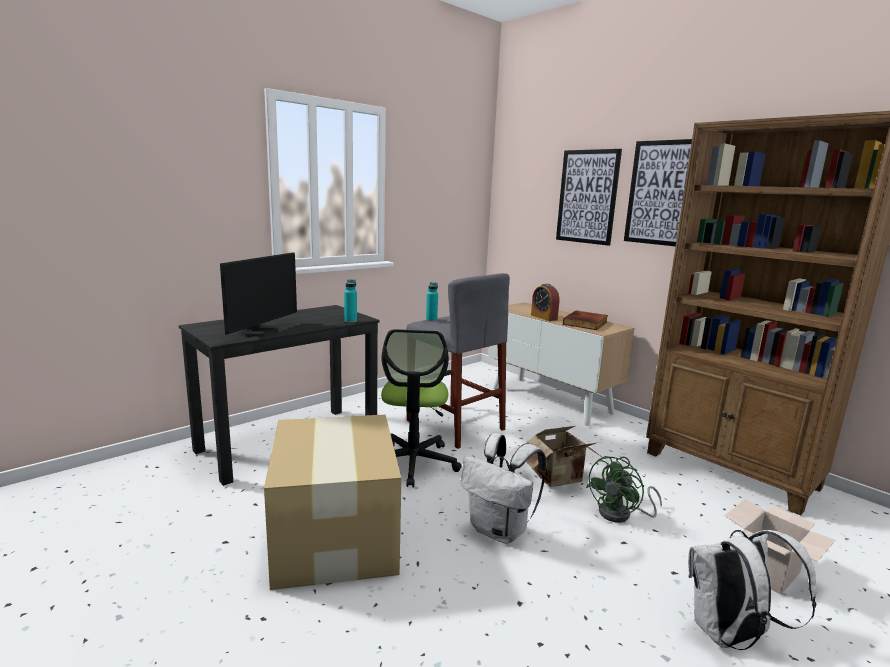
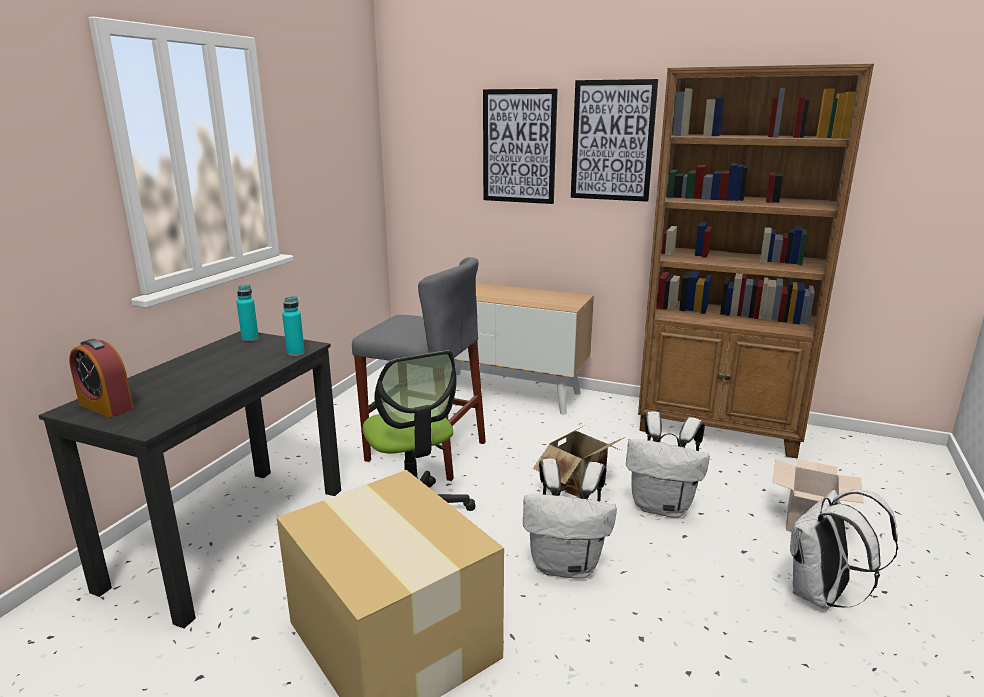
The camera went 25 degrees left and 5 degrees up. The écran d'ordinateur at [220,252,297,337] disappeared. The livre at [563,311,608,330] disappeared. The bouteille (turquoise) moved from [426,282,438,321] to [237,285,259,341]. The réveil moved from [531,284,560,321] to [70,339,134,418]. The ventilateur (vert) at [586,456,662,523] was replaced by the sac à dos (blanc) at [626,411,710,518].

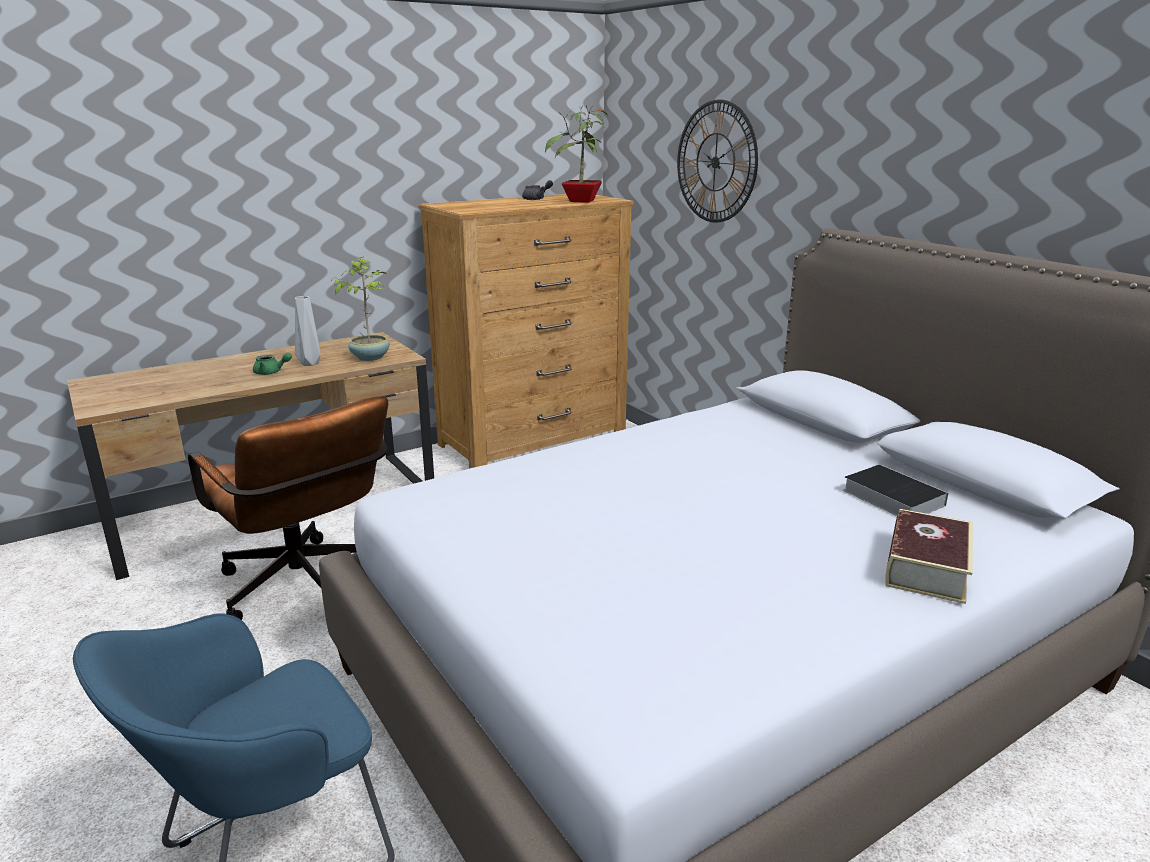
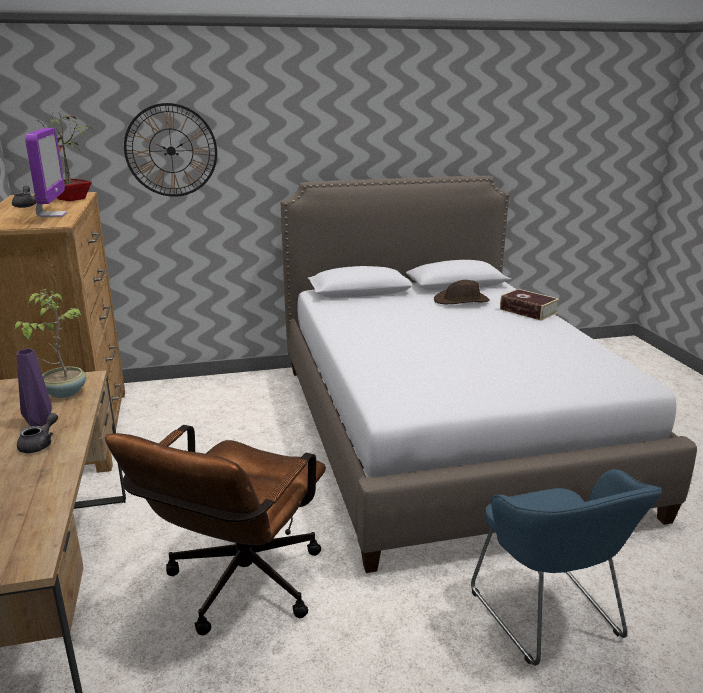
The camera went 70 degrees left and 0 degrees up. The écran d'ordinateur at [25,128,67,217] appeared. The livre at [843,464,948,516] was replaced by the chapeau (marron) at [434,280,490,304]. The théière (vert) at [253,352,292,375] became the théière (gris) at [17,413,58,453]. The vase (gris) at [295,296,320,366] became the vase (violet) at [17,348,52,427]. The chaise de bureau (marron) at [188,396,388,620] turned 135 degrees clockwise.

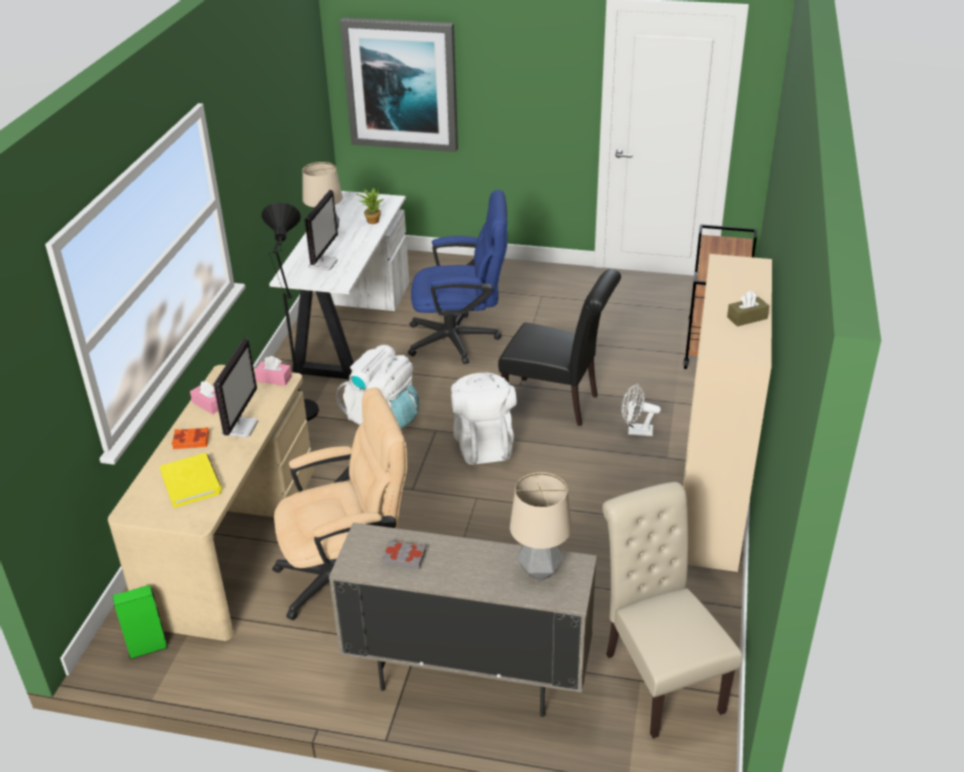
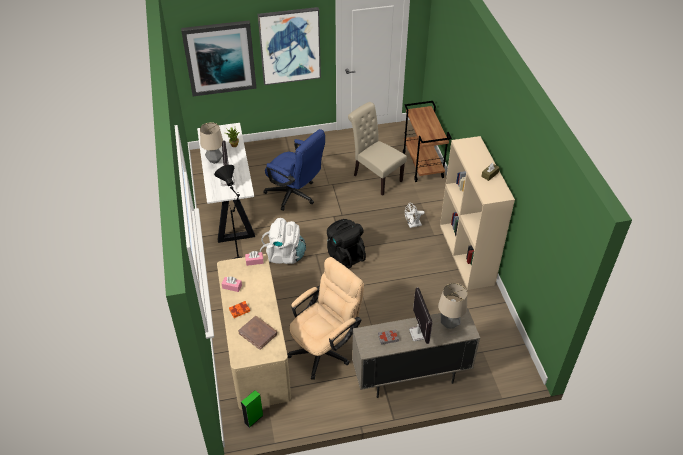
The camera went 25 degrees left and 10 degrees up. The chaise (noir) at [498,269,621,426] disappeared. The tableau at [258,7,321,85] appeared. The écran d'ordinateur moved from [214,338,258,438] to [409,287,433,344]. The chaise (beige) moved from [602,482,742,739] to [348,102,407,196]. The livre (jaune) at [159,453,222,508] became the livre (marron) at [238,316,277,350]. The sac à dos (blanc) at [451,373,516,465] became the sac à dos (noir) at [327,219,366,268]. The chaise de bureau (bleu) at [408,190,507,364] turned 60 degrees clockwise.

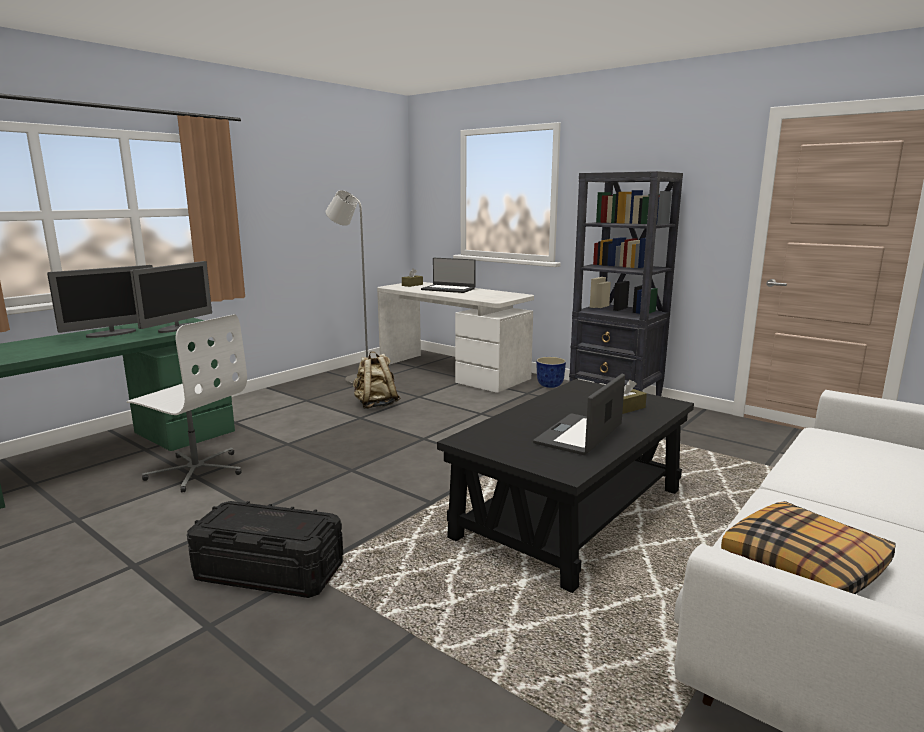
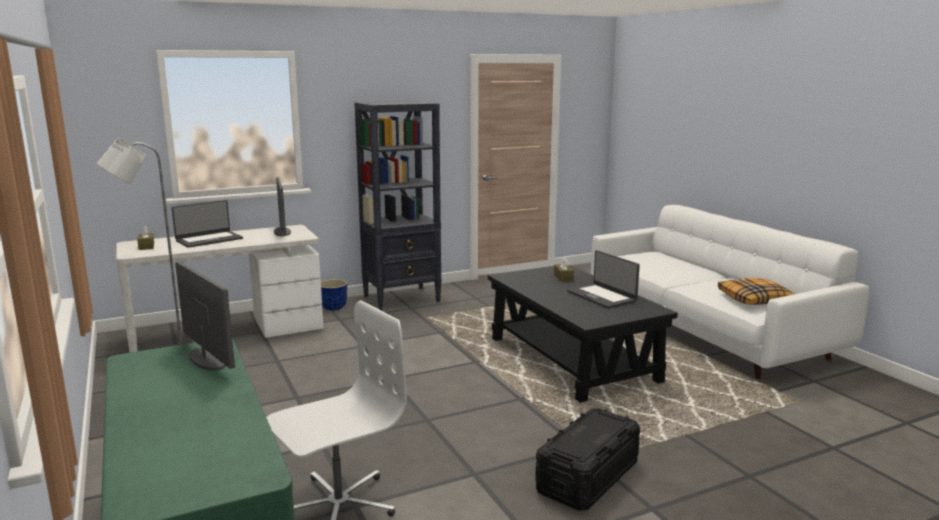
The camera went 65 degrees left and 0 degrees up. The sac à dos (beige) at [353,351,400,409] disappeared. The écran d'ordinateur moved from [47,265,153,338] to [274,177,291,236].

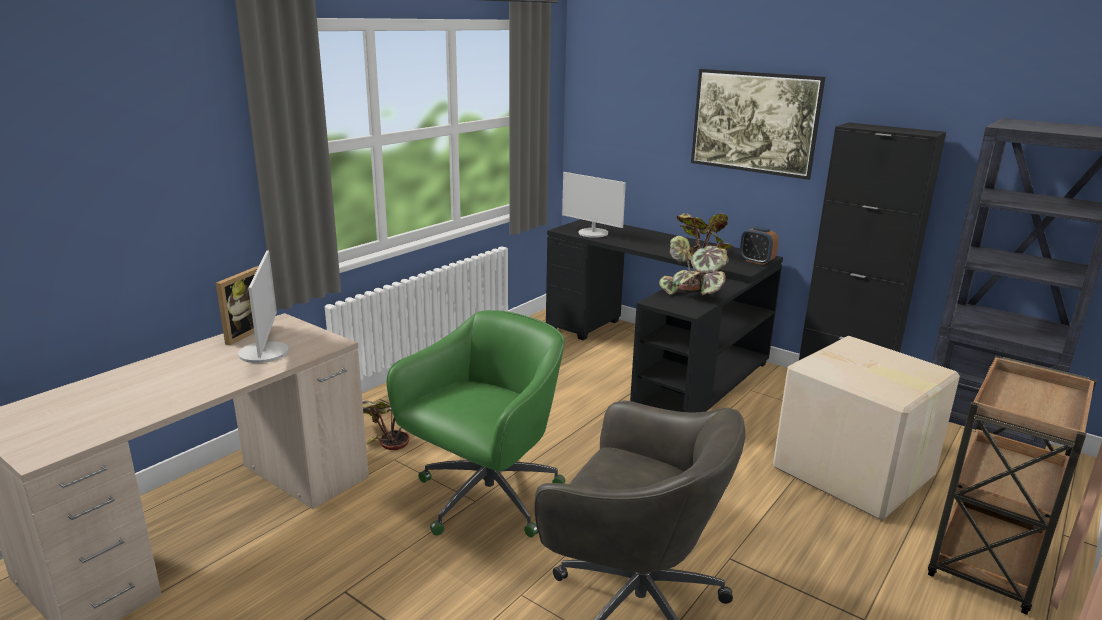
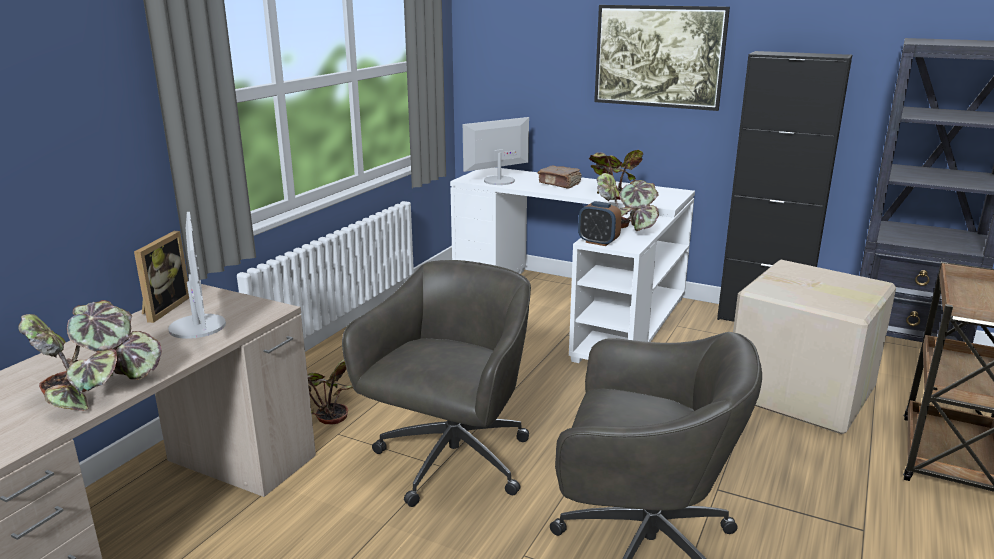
The camera went 10 degrees left and 0 degrees up. The plante en pot at [18,300,161,411] appeared. The livre (marron) at [538,166,582,189] appeared. The réveil moved from [740,226,779,265] to [578,201,622,246]. The chaise de bureau (vert) at [387,310,565,537] became the chaise de bureau (gris) at [342,260,531,507]. The bureau (noir) at [546,219,783,412] became the bureau (blanc) at [450,167,695,363]. The écran d'ordinateur at [562,172,626,238] turned 120 degrees clockwise.

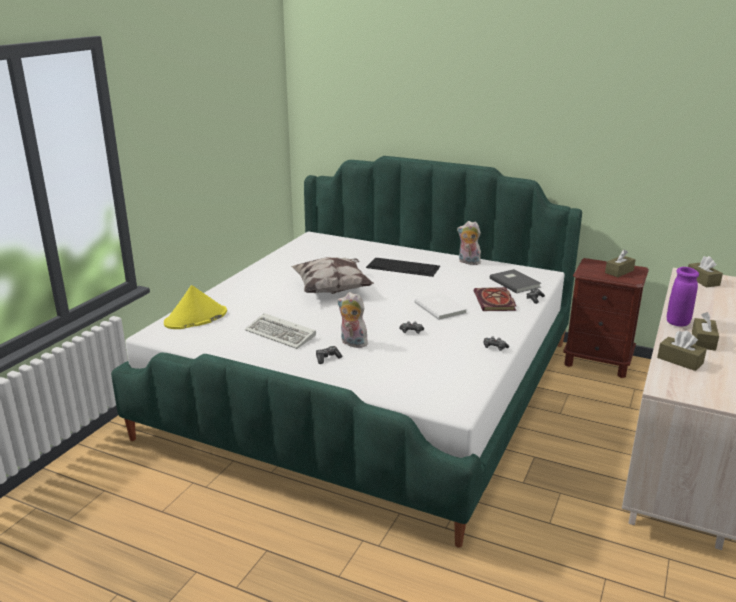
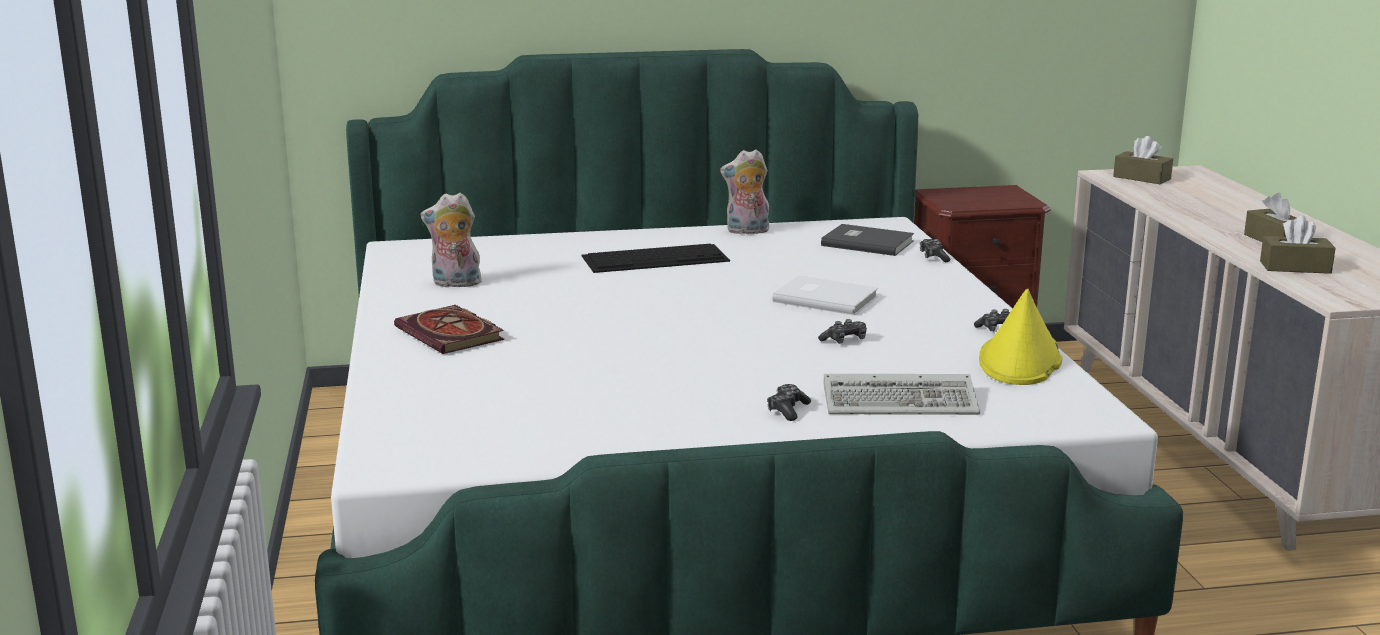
The camera went 35 degrees left and 5 degrees down. The coussin at [291,257,374,294] disappeared. The boîte à mouchoirs (marron) at [605,250,635,277] disappeared. The vase (violet) at [667,267,699,326] disappeared. The chapeau (jaune) moved from [164,285,227,329] to [979,289,1063,385]. The clavier moved from [245,313,316,349] to [824,374,980,415]. The peluche moved from [337,292,368,348] to [421,193,483,287]. The livre moved from [474,287,517,311] to [394,305,504,354].

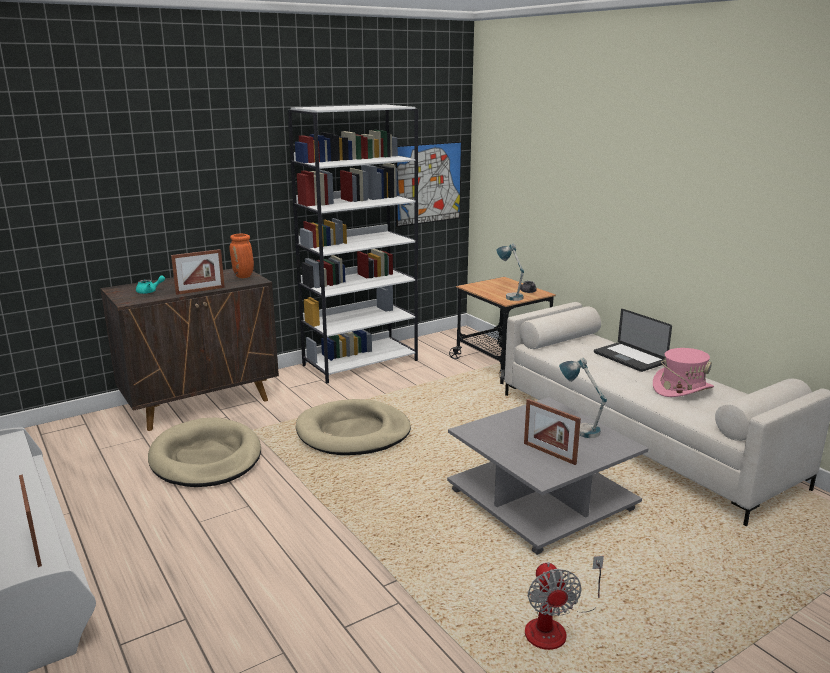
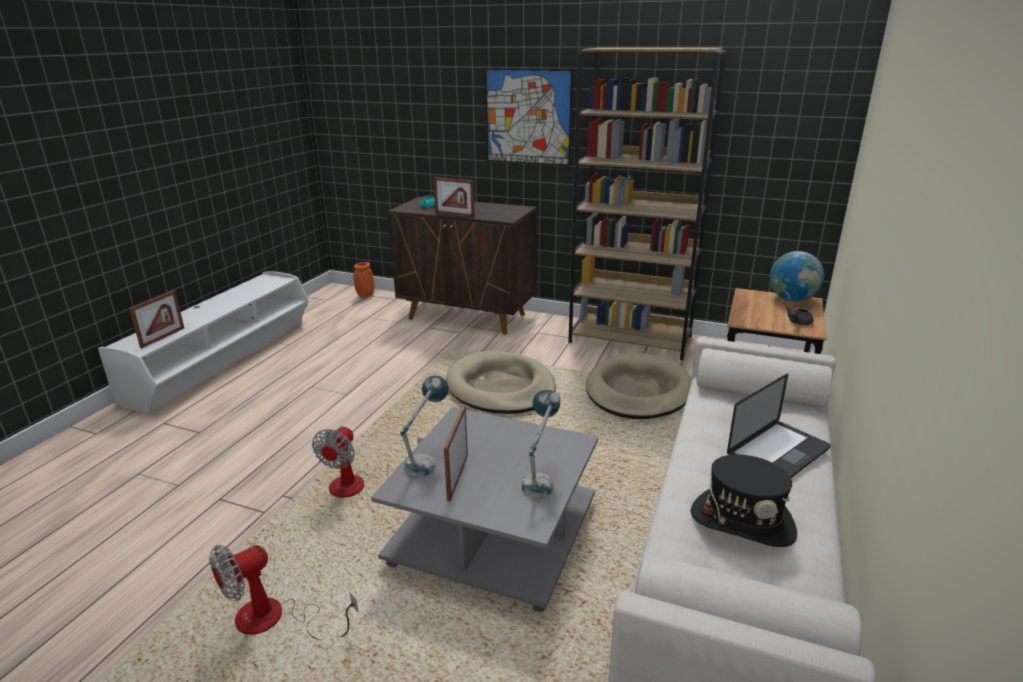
The camera went 55 degrees right and 5 degrees up. The ventilateur at [312,426,424,498] appeared. The globe at [770,251,824,302] appeared. The panier pour chien (beige) moved from [148,417,261,487] to [586,353,691,419]. The vase (orange) moved from [229,234,254,278] to [353,262,375,298]. The tableau moved from [395,141,462,227] to [485,68,573,166]. The lampe de table moved from [497,243,524,301] to [400,375,449,477]. The bibliothèque (blanc) at [288,105,418,384] became the bibliothèque (marron) at [568,47,726,360]. The chapeau (rose) at [653,348,714,397] became the chapeau (noir) at [691,454,797,547]. The ordinateur portable at [594,309,672,372] turned 150 degrees counterclockwise.

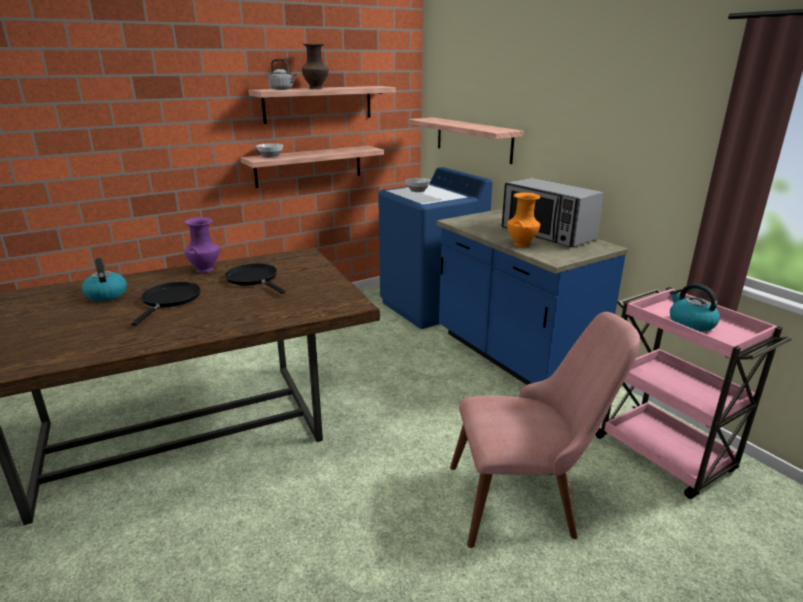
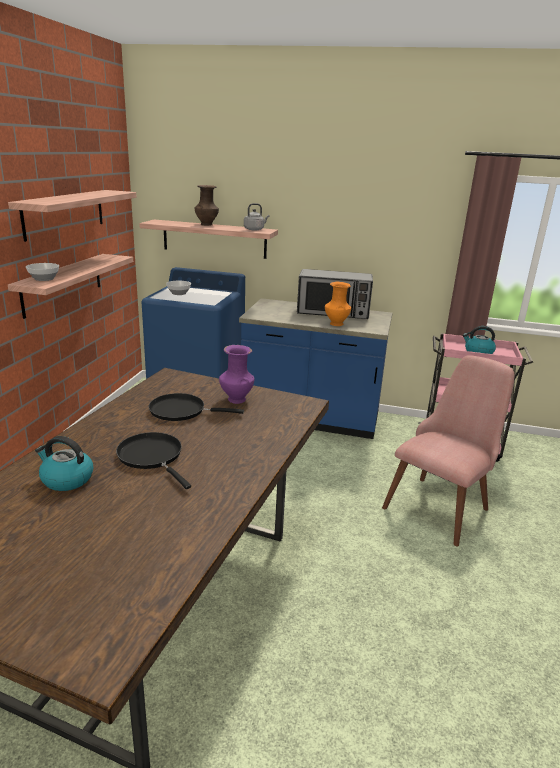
The camera went 45 degrees left and 0 degrees up. The vase (violet) moved from [184,217,220,273] to [219,345,254,404]. The bouilloire (gris) moved from [269,59,297,90] to [244,203,269,231]. The vase (marron) moved from [302,44,329,89] to [195,185,219,226].

